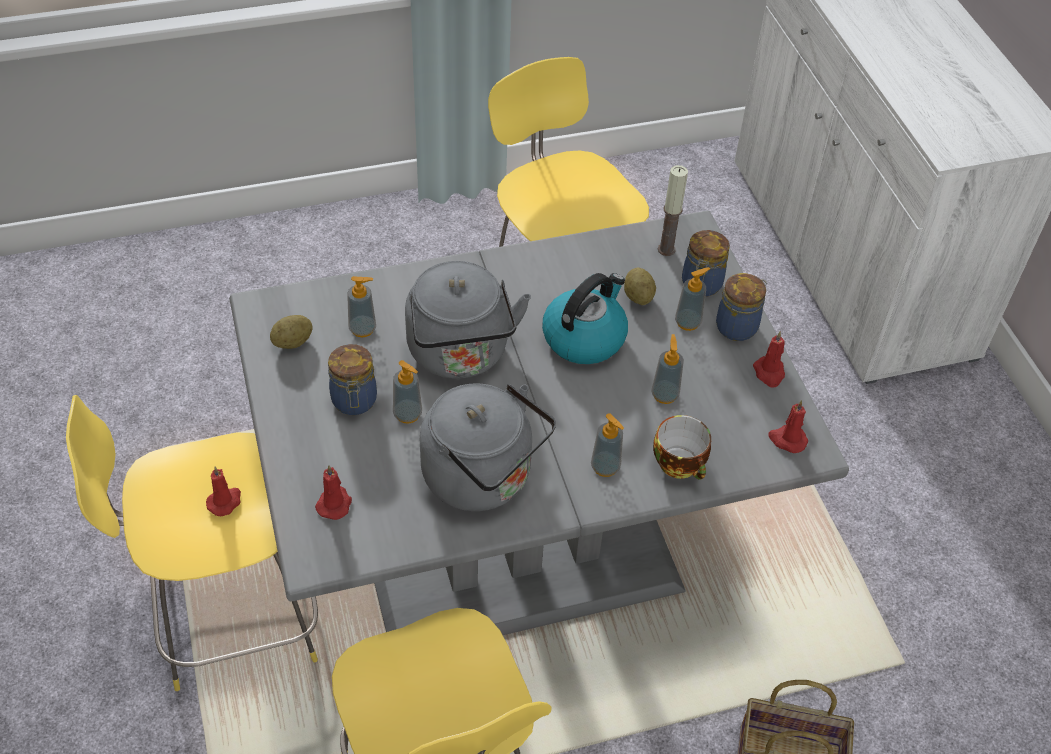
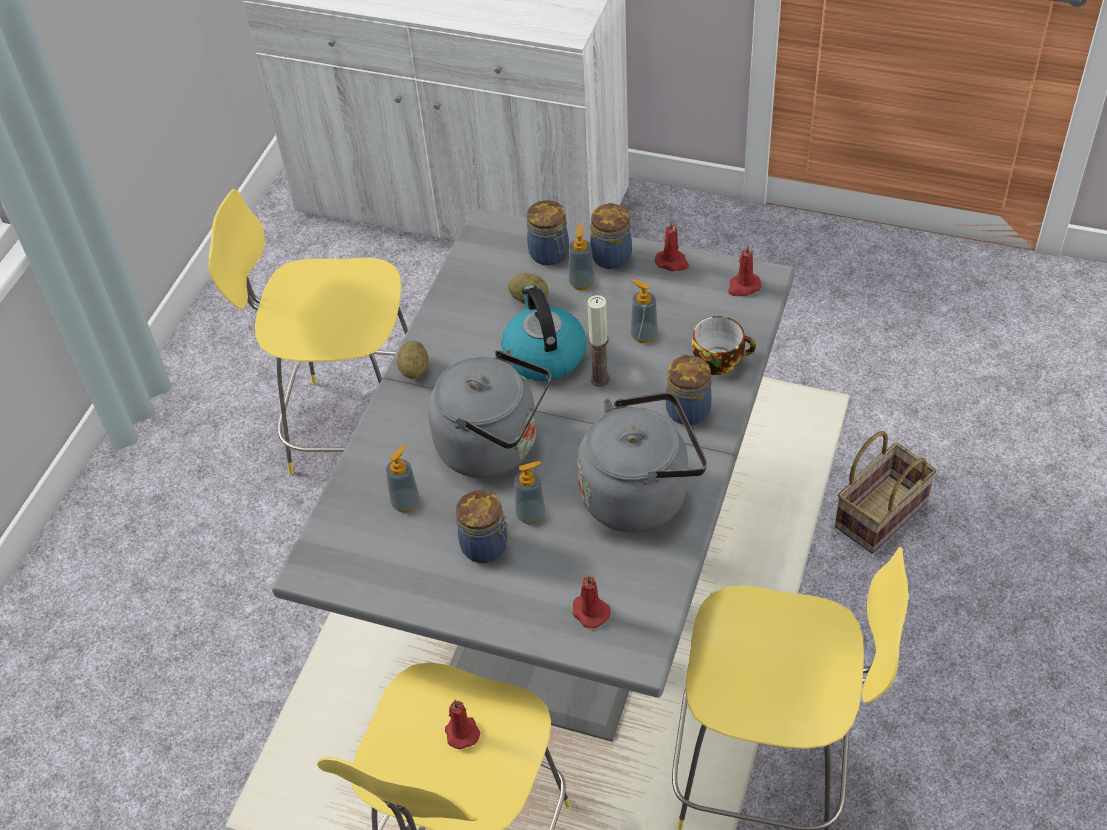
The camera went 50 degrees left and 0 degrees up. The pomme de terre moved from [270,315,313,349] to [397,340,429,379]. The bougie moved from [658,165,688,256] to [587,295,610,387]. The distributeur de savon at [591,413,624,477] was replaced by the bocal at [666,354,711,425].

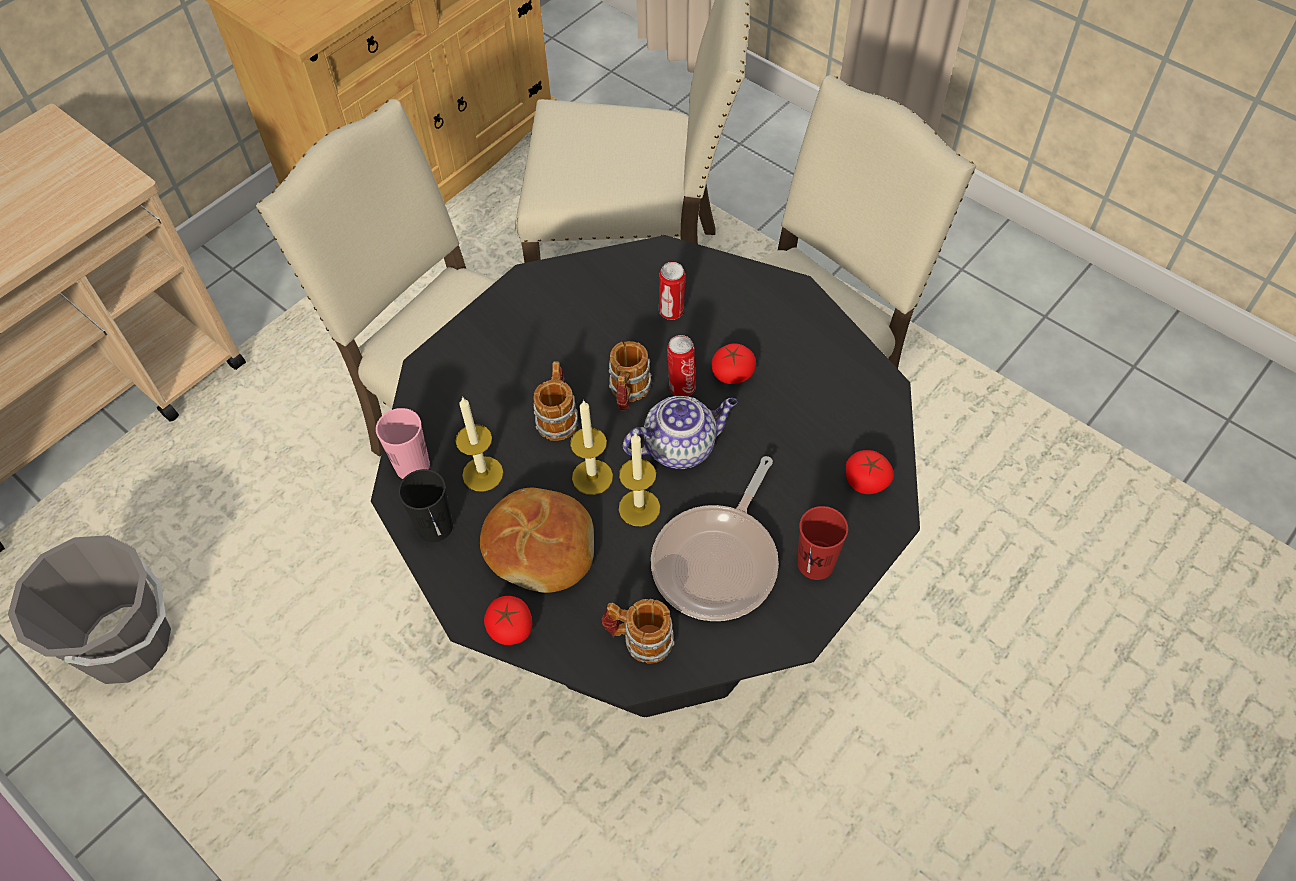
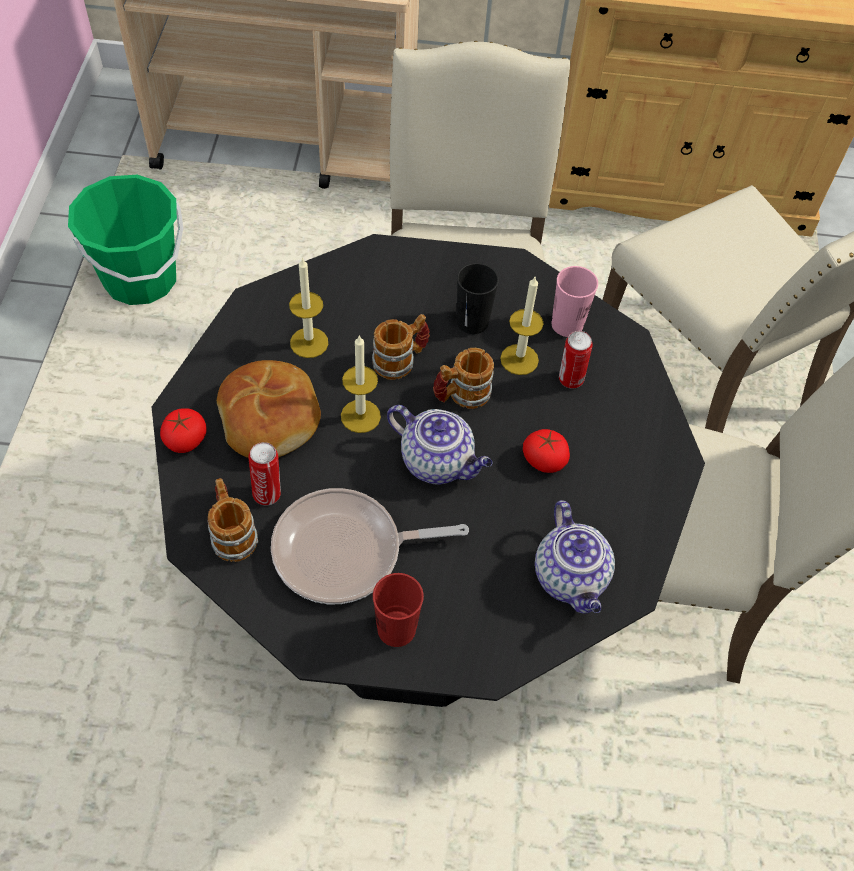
The camera went 50 degrees right and 0 degrees up. The tomate at [845,450,894,494] disappeared. The théière at [535,500,615,614] appeared. The tasse (rose) moved from [376,408,430,479] to [551,266,598,337]. The tasse (noir) moved from [398,469,453,542] to [457,263,499,334]. The bougie moved from [619,432,660,527] to [500,277,544,375]. The boîte métallique moved from [667,335,696,397] to [248,442,281,505]. The seau (gris) at [8,535,171,684] became the seau (vert) at [68,175,183,305].

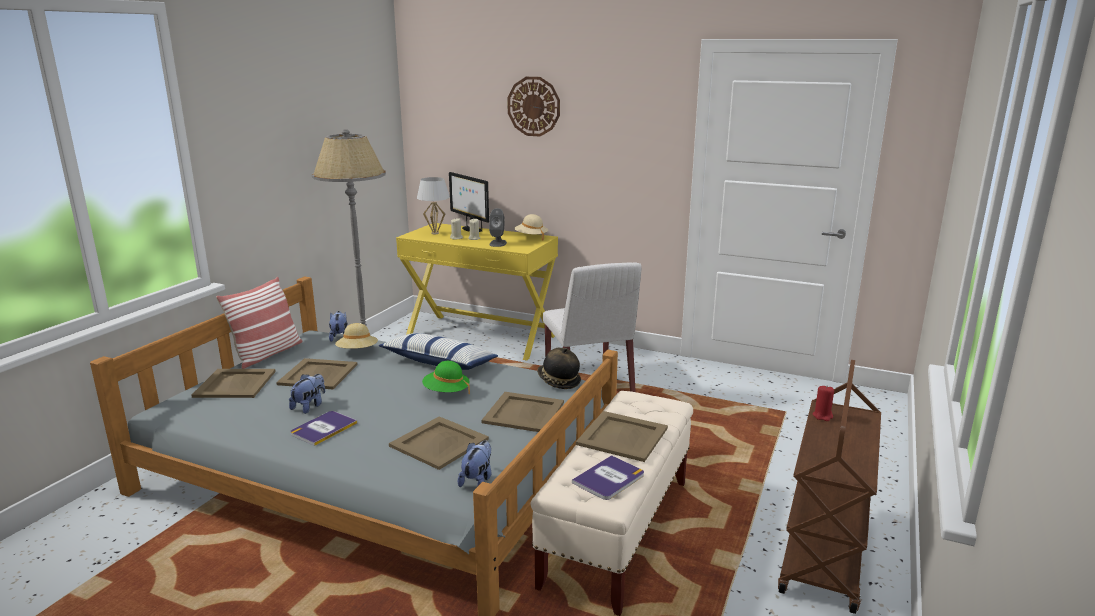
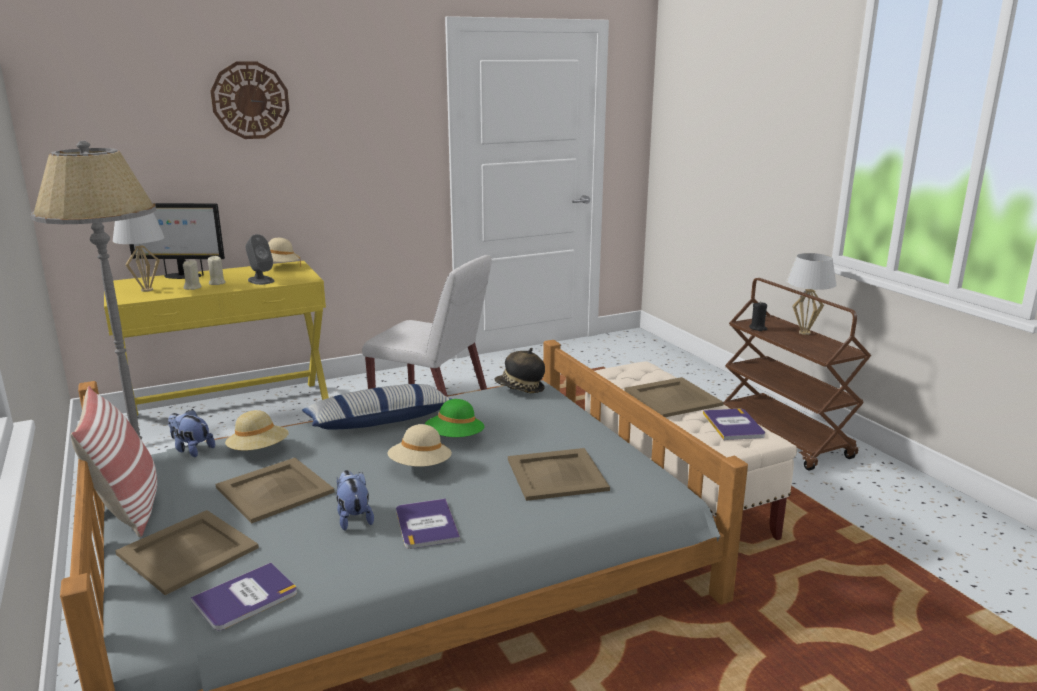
The camera went 50 degrees left and 0 degrees up. The peluche at [458,440,491,487] disappeared. The plateau (beige) at [481,392,564,432] disappeared. The livre at [191,563,297,630] appeared. The chapeau (beige) at [387,424,452,467] appeared. The lampe de table (blanc) at [787,253,836,335] appeared. The bougie (rouge) at [812,386,834,421] became the bougie (noir) at [749,301,767,331].

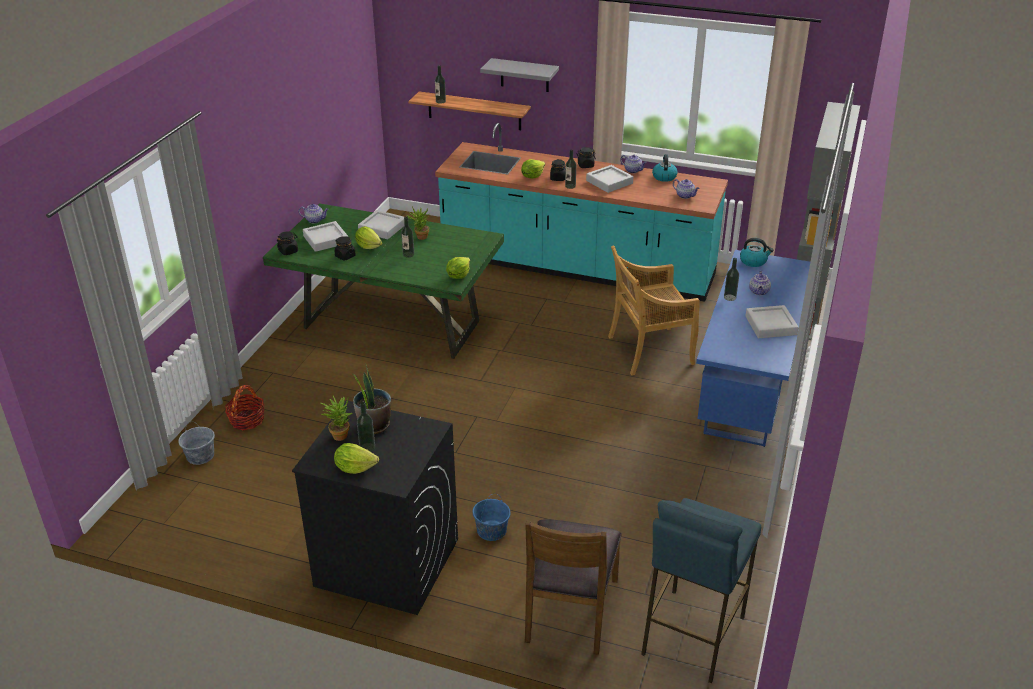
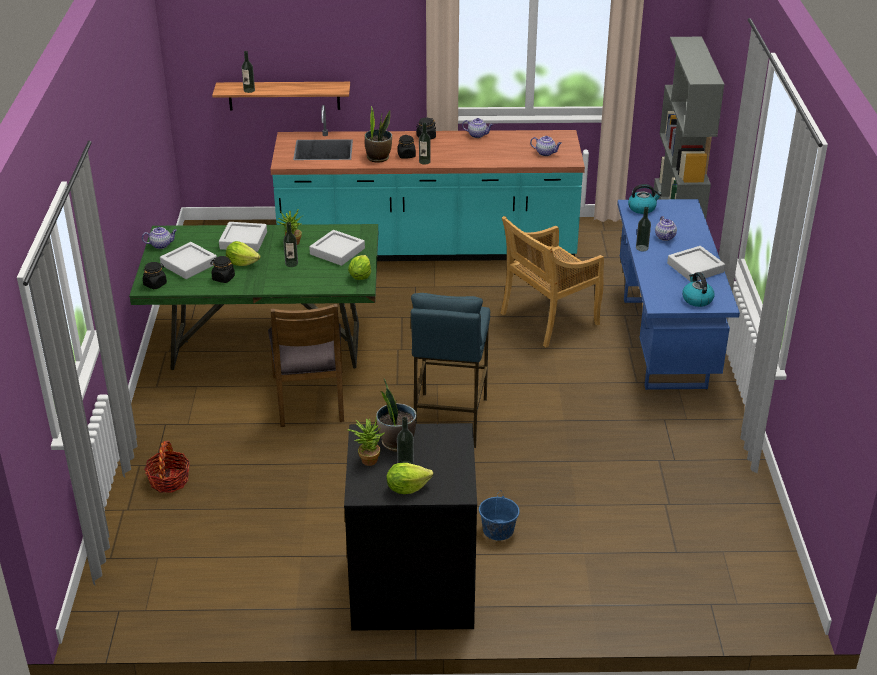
The camera went 20 degrees left and 0 degrees up. The seau (gris) at [178,425,215,465] disappeared. The étagère (gris) at [480,58,559,92] disappeared. The chaise (marron) moved from [525,519,622,655] to [268,304,344,427]. The plateau (gris) moved from [586,165,633,193] to [309,230,365,266]. The tabouret (bleu) moved from [641,498,761,684] to [411,293,490,448]. The bouilloire moved from [652,154,678,182] to [682,272,715,307]. The laitue at [521,159,545,178] was replaced by the plante en pot at [365,106,392,163].

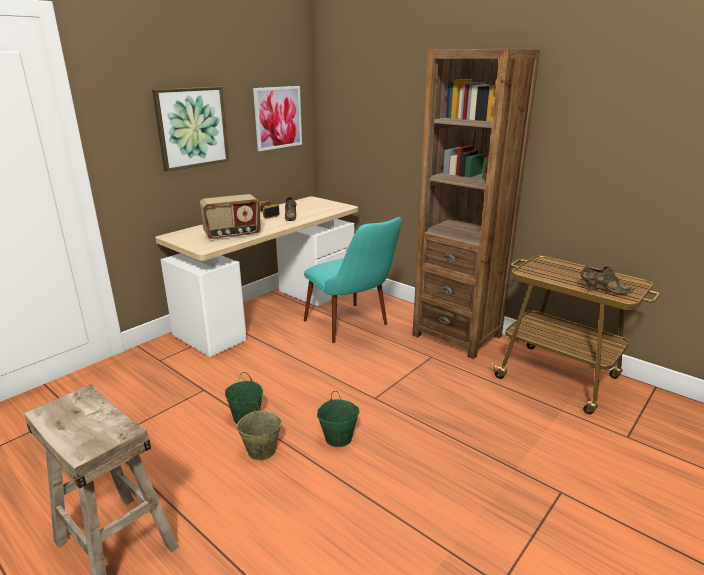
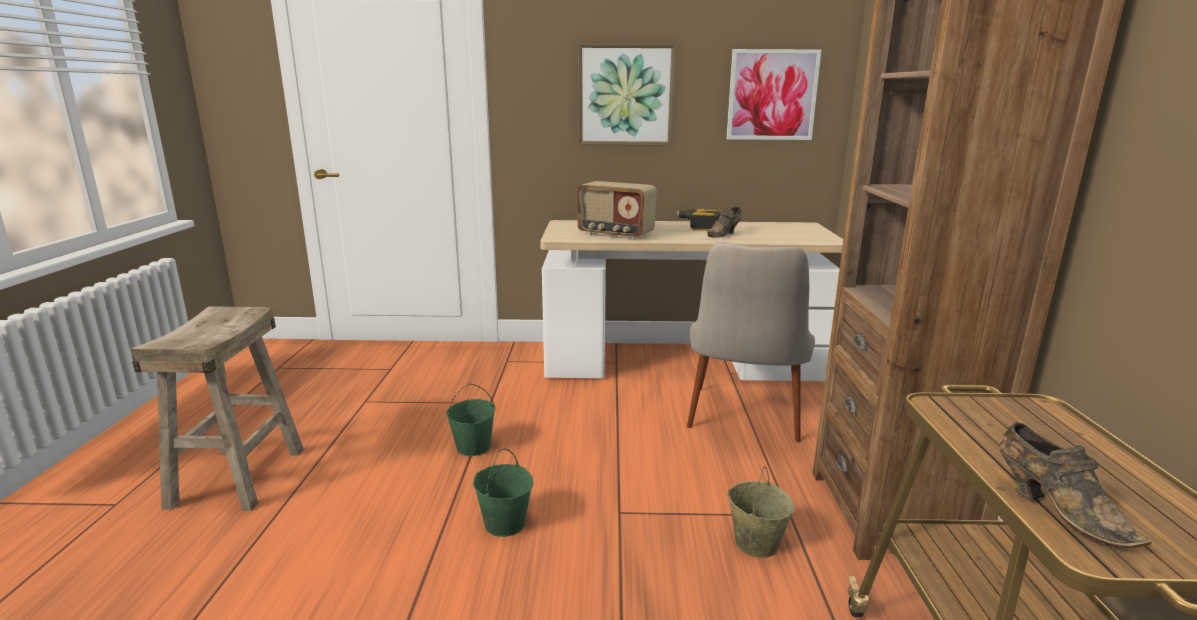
The camera went 50 degrees right and 5 degrees down. The seau (beige) moved from [237,402,282,460] to [728,466,794,558]. The chaise (turquoise) at [304,217,402,343] became the chaise (beige) at [687,242,815,443].

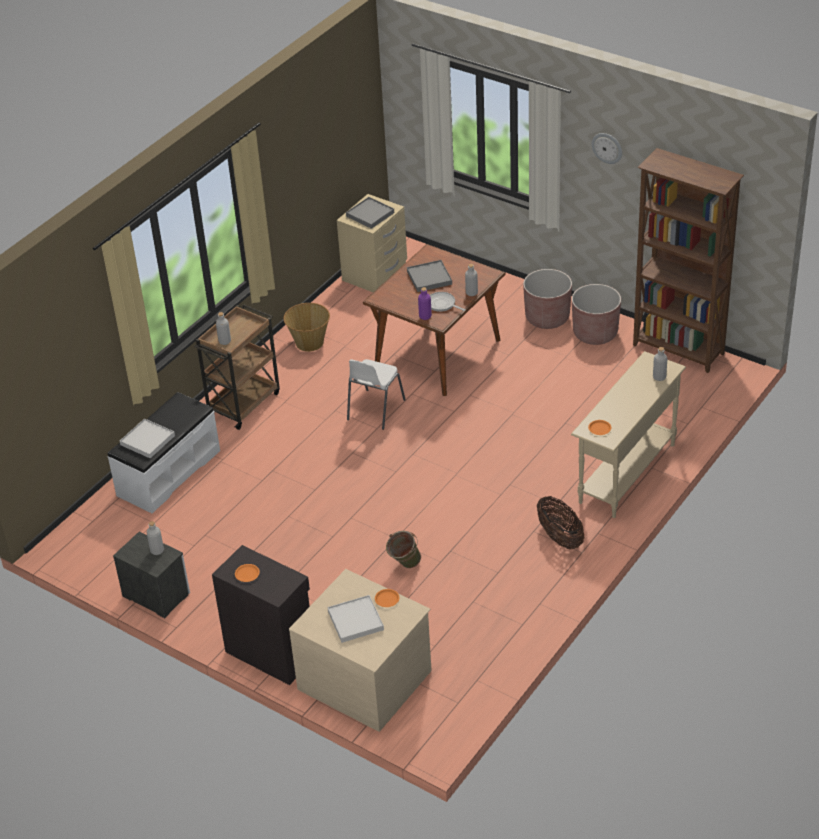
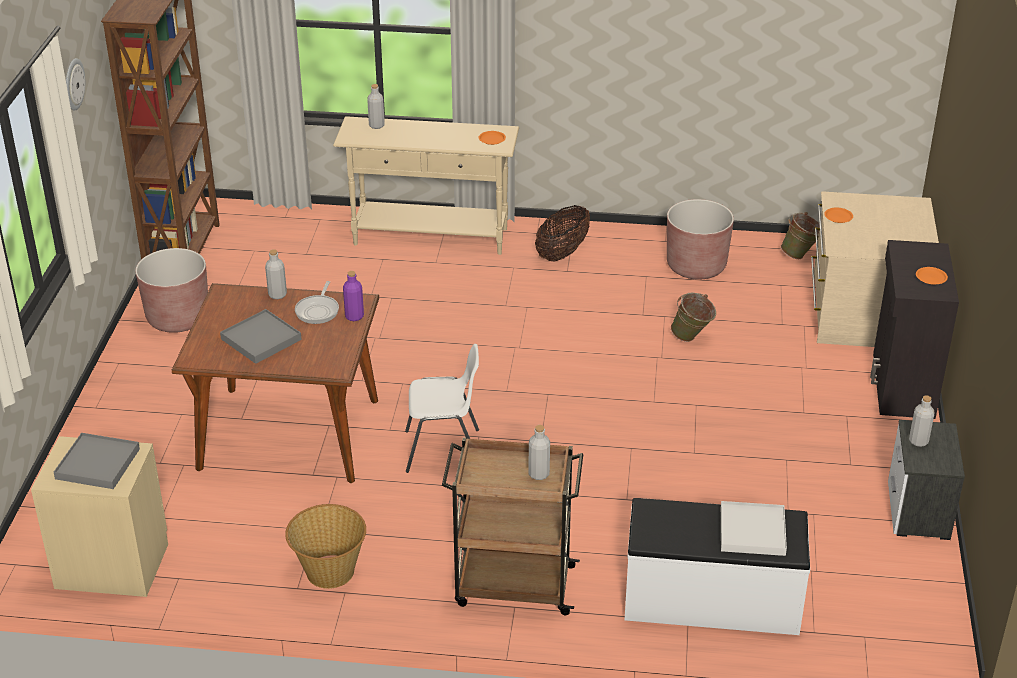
The camera went 120 degrees left and 5 degrees down. The plateau (blanc) at [328,595,384,643] disappeared. The seau (vert) at [781,212,820,259] appeared. The cache-pot (marron) moved from [523,269,572,329] to [667,199,734,280].

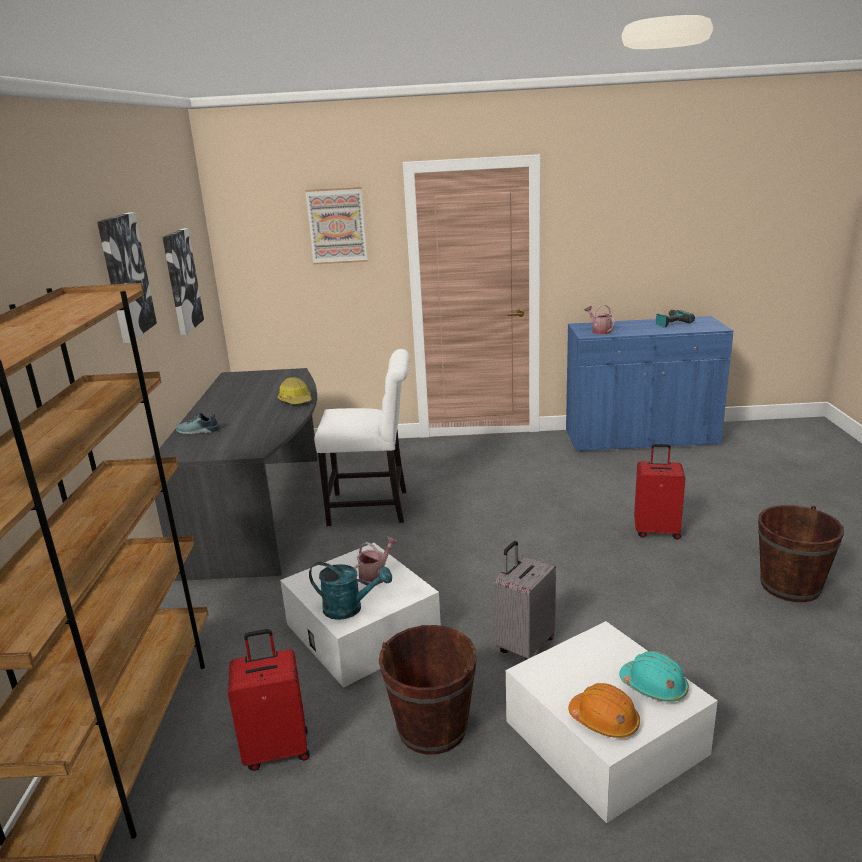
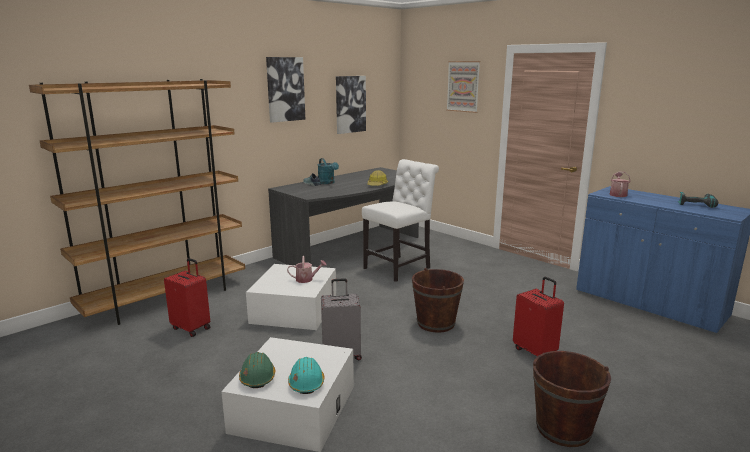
The camera went 45 degrees right and 5 degrees down. The arrosoir (turquoise) moved from [309,562,392,620] to [318,158,339,184]. The seau (marron) moved from [379,625,477,755] to [412,268,464,333]. The casque de chantier (orange) at [568,683,640,738] became the casque de chantier (vert) at [239,352,275,388]. The chaise (blanc) at [314,349,410,527] turned 90 degrees counterclockwise.

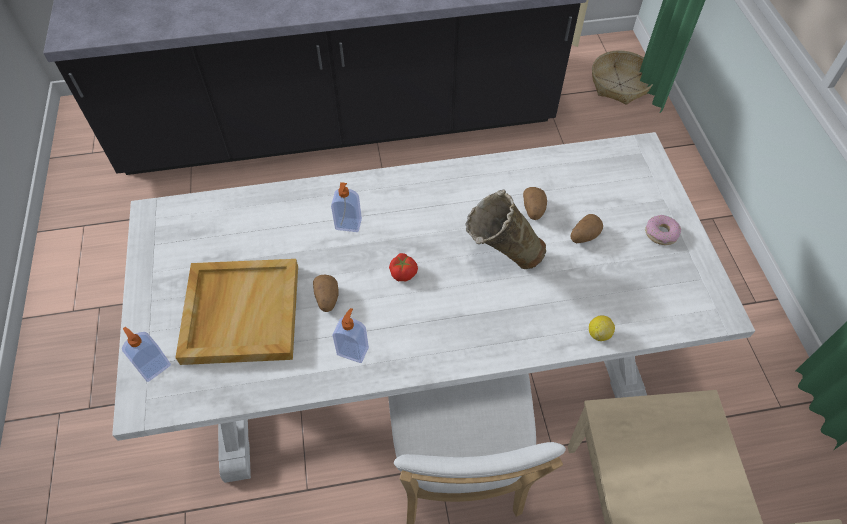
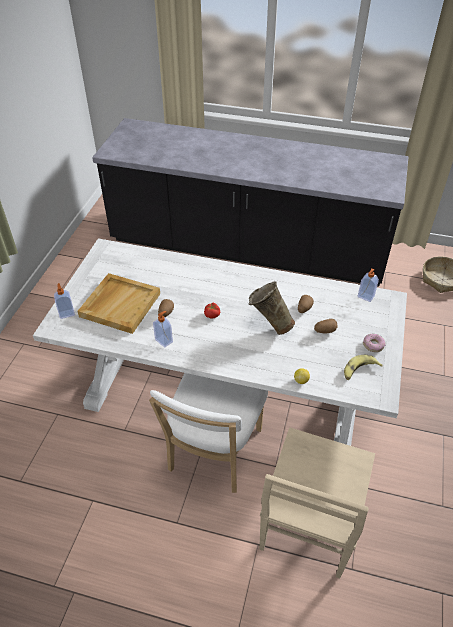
The camera went 25 degrees right and 10 degrees down. The banane at [344,355,382,380] appeared. The distributeur de savon moved from [331,182,362,232] to [358,268,379,302].

